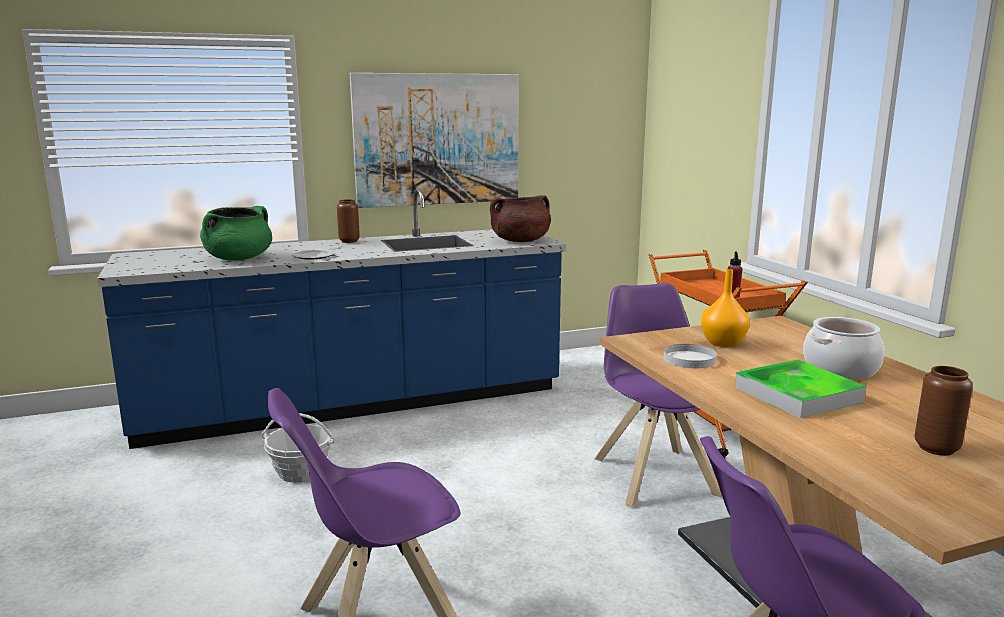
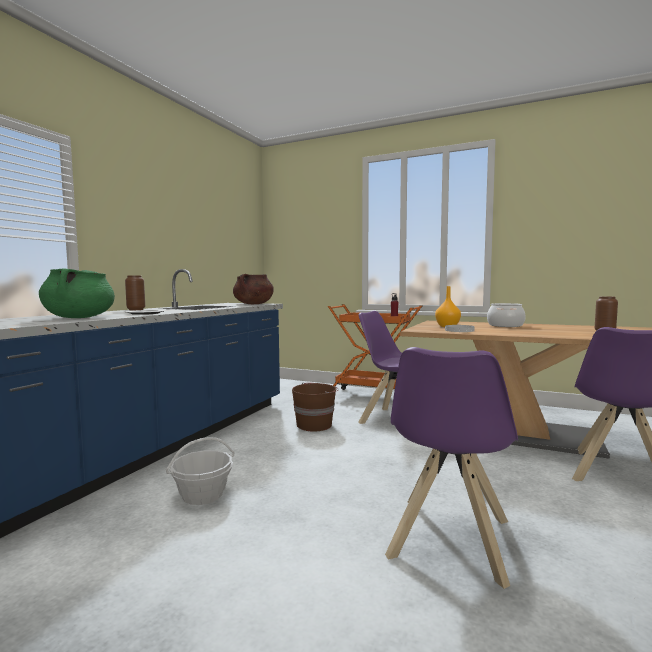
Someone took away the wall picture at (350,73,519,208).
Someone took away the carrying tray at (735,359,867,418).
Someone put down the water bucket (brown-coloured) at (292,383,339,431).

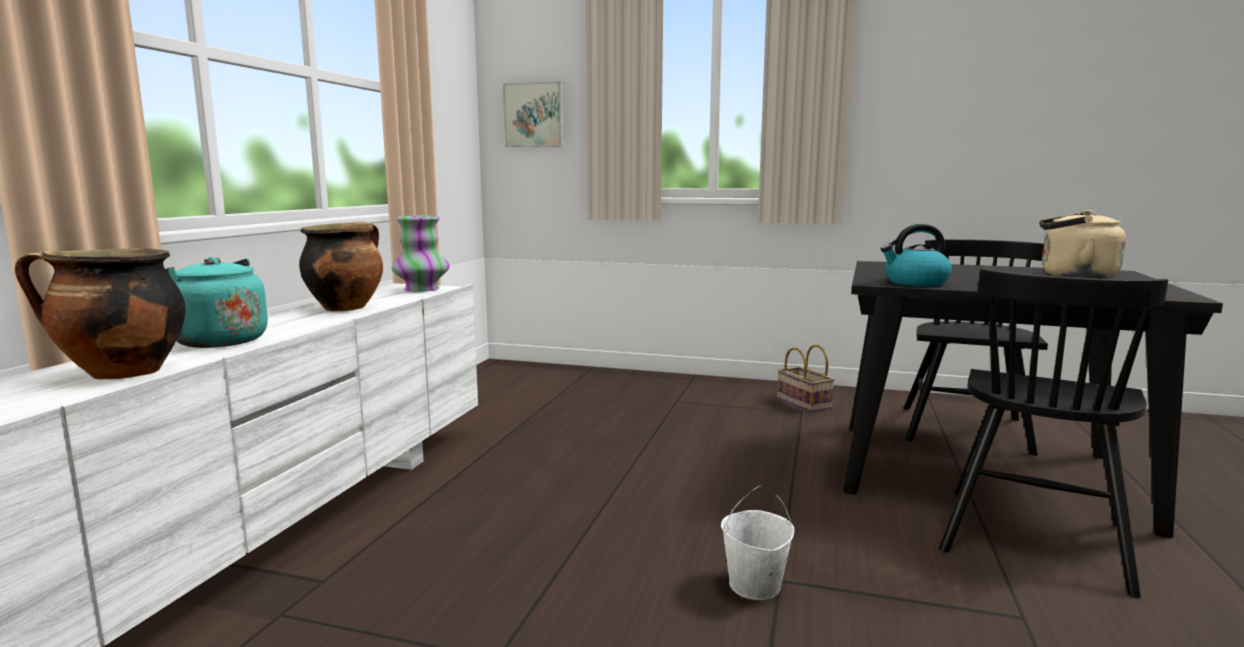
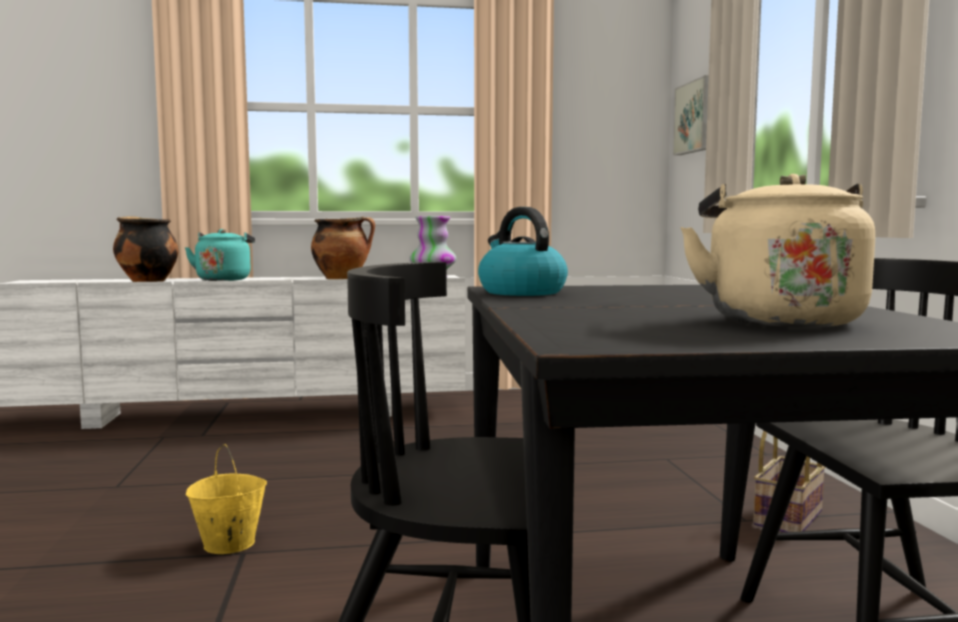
Someone repainted the water bucket (white) at (721,486,794,600), which became the water bucket (yellow) at (186,444,267,554).

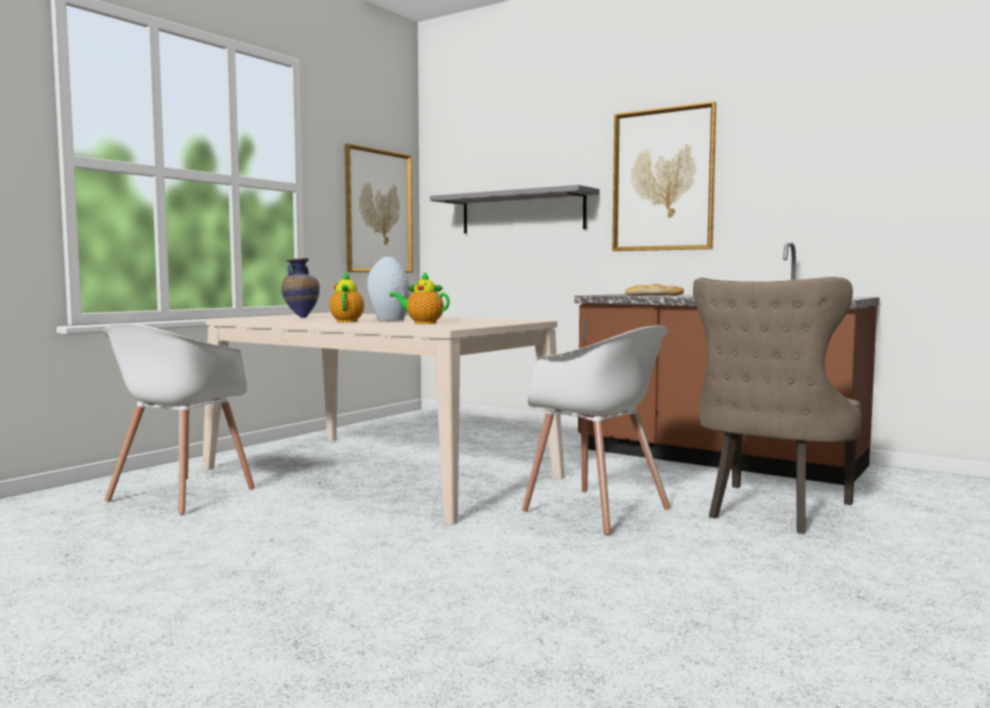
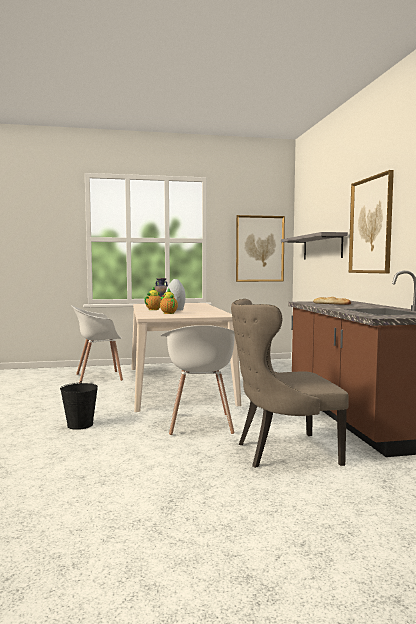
Someone put down the water bucket (black-coloured) at (60,381,98,430).

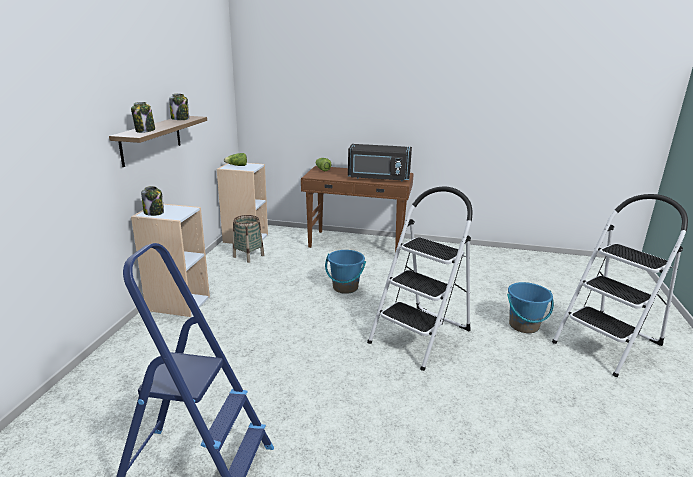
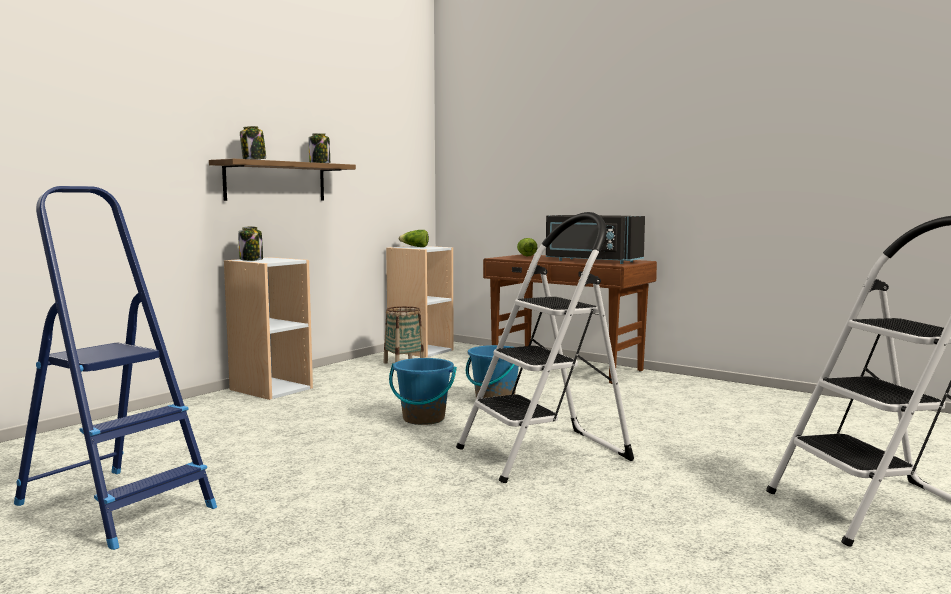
Someone carried the water bucket (bluish) from (507,282,554,333) to (389,358,457,425).

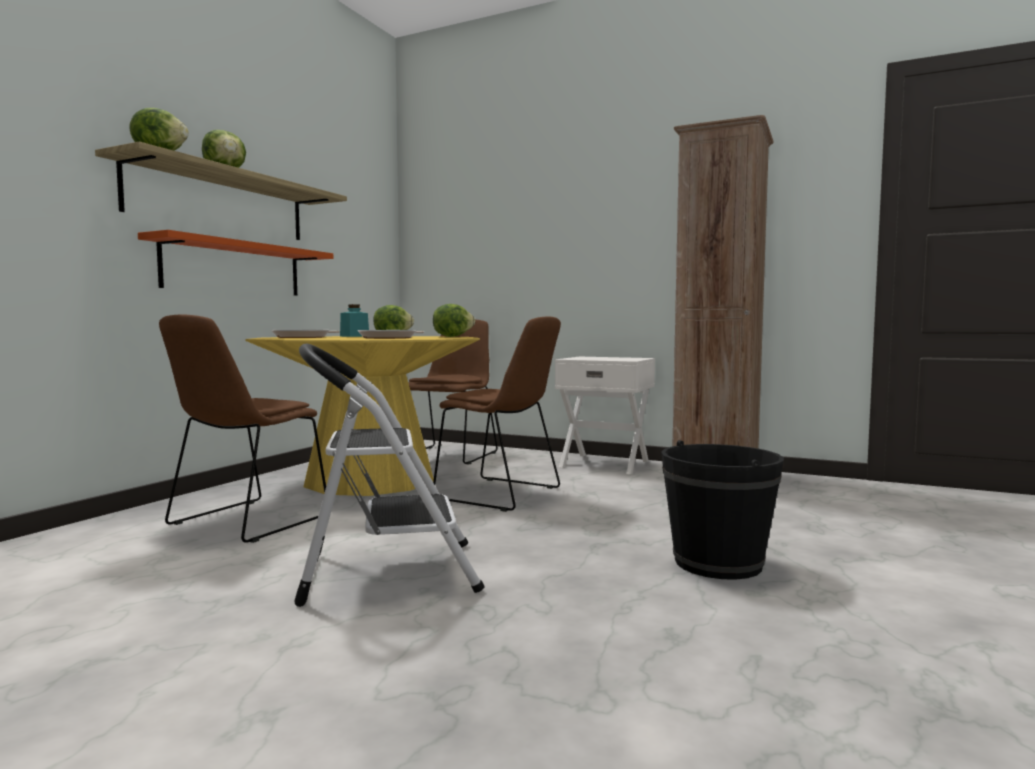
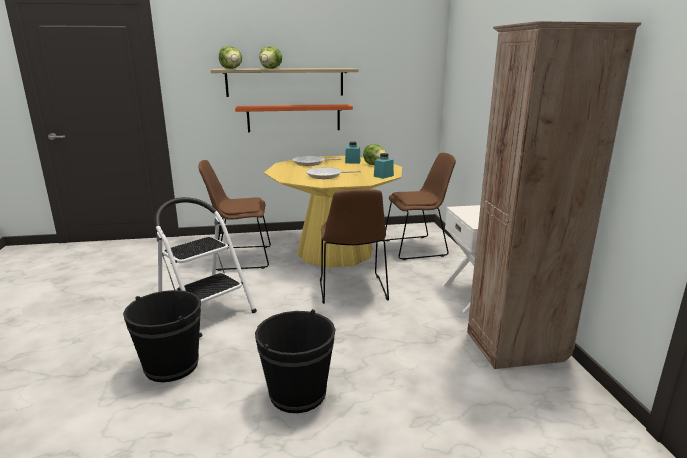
Someone swapped the lettuce at (433,304,475,337) for the storage jar (turquoise-coloured) at (374,153,394,179).
Someone put down the water bucket (black-coloured) at (123,290,201,382).

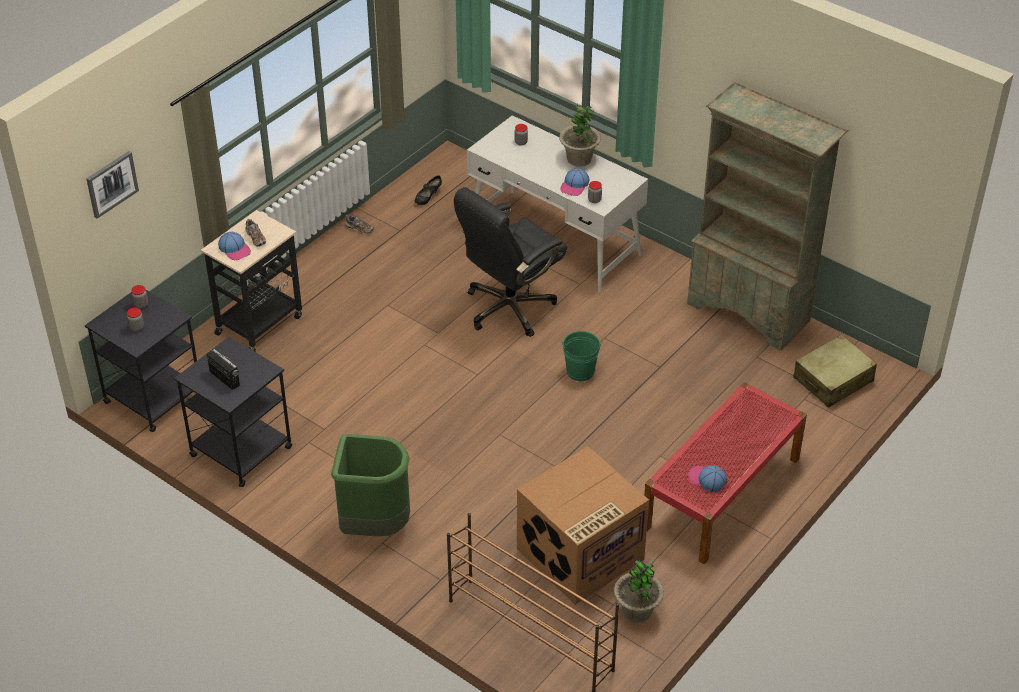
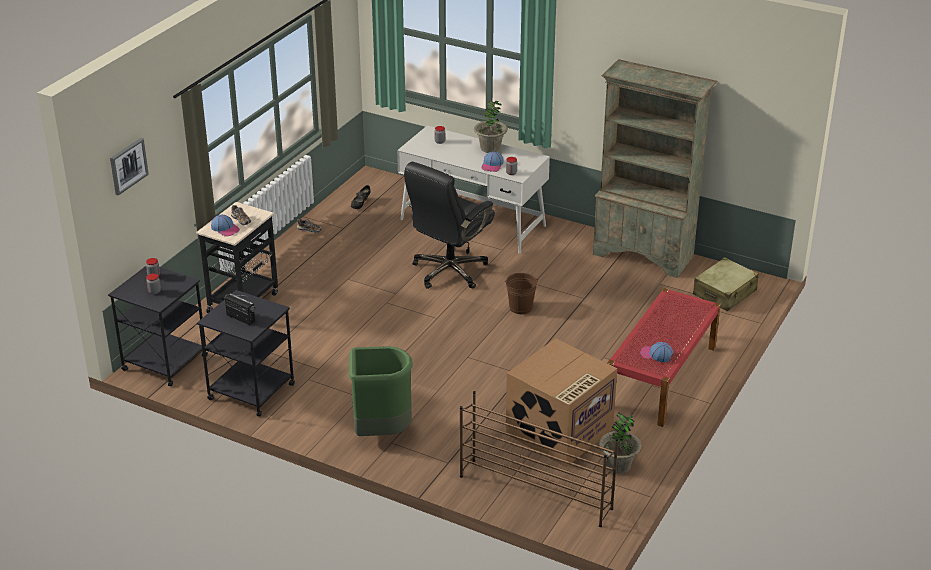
Someone repainted the water bucket (green) at (561,331,603,381), which became the water bucket (brown-coloured) at (504,273,539,314).

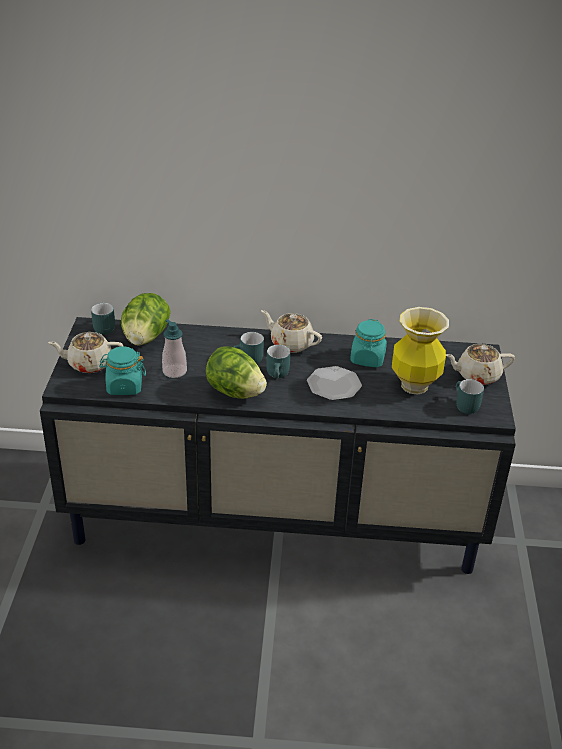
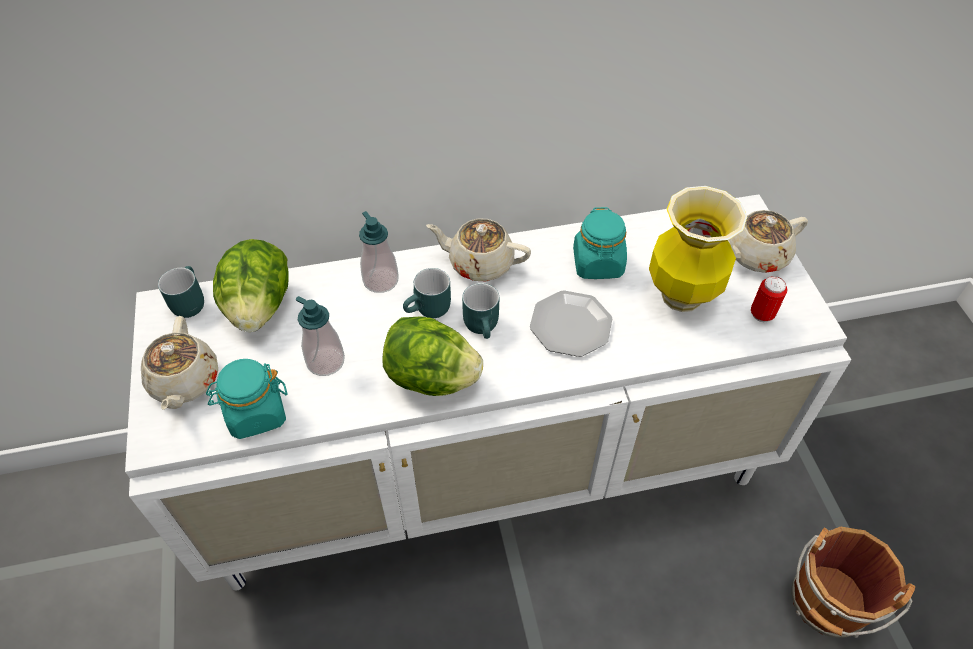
Someone repainted the cabinet (black-coloured) at (40,317,516,574), which became the cabinet (white) at (125,194,851,590).
Someone rotated the pot for tea (beige-coloured) at (48,332,123,373) by 75 degrees counterclockwise.
Someone swapped the mug (turquoise-coloured) at (456,379,484,414) for the sealed can at (751,276,787,322).
Someone put down the soap bottle at (359,211,399,293).
Someone put down the water bucket (brown-coloured) at (791,527,915,638).

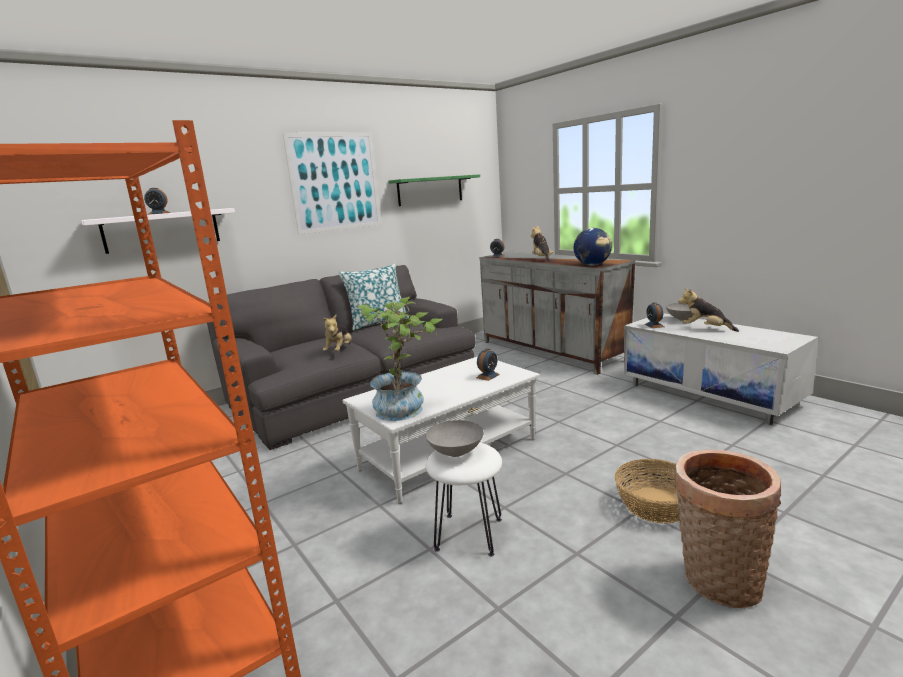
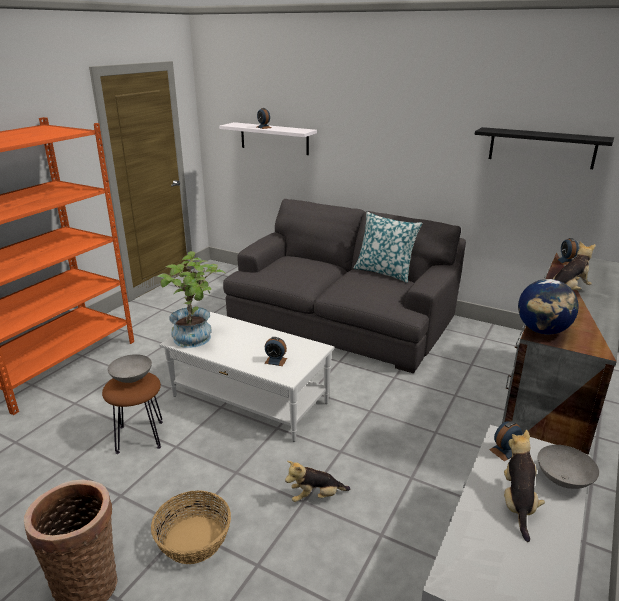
Someone took away the wall picture at (283,133,381,235).
Someone repainted the shelf (green) at (388,174,480,206), which became the shelf (black-coloured) at (475,127,614,169).
Someone carried the cuddly toy from (323,315,352,351) to (285,461,350,502).
Someone repainted the stool seat (white) at (426,443,502,557), which became the stool seat (brown-coloured) at (102,372,163,454).

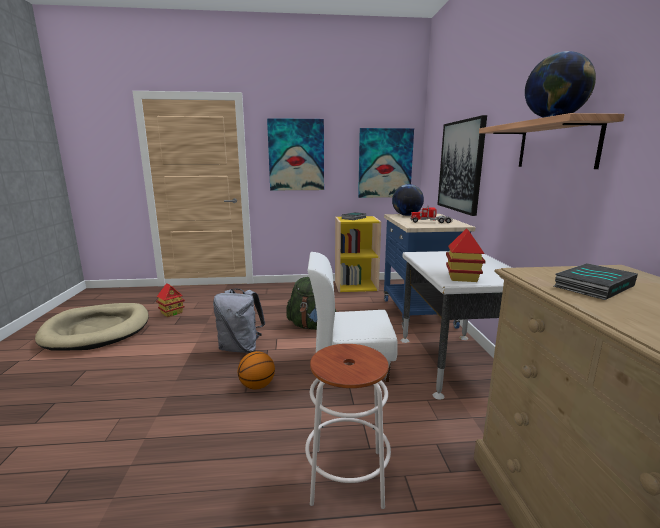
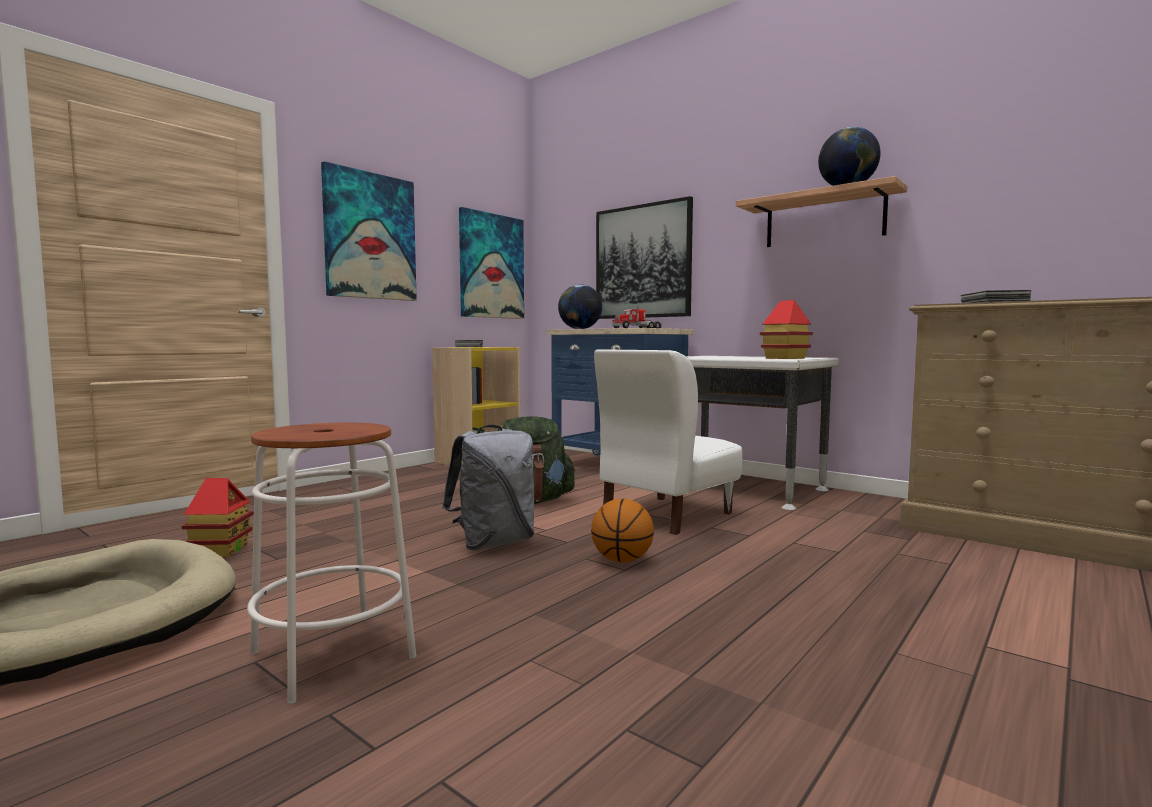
Someone carried the stool seat (white) from (305,344,391,509) to (247,422,416,704).

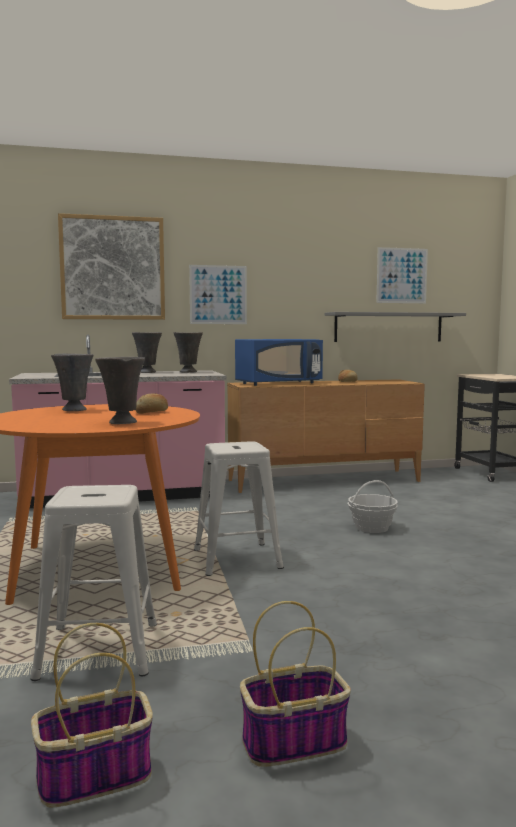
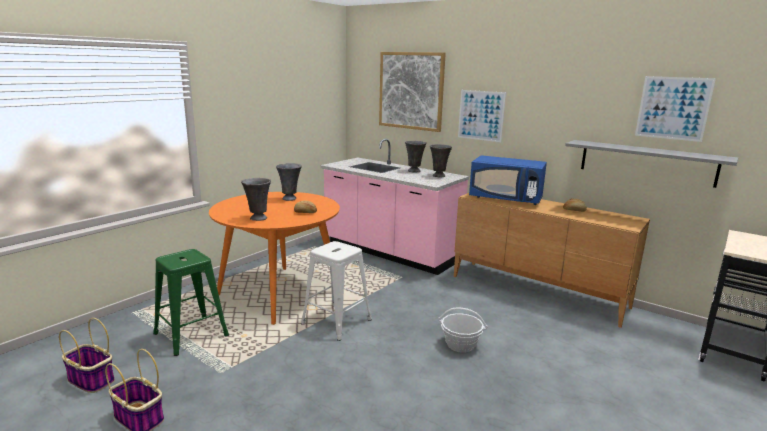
Someone repainted the stool seat (white) at (30,485,157,681), which became the stool seat (green) at (153,249,229,356).

